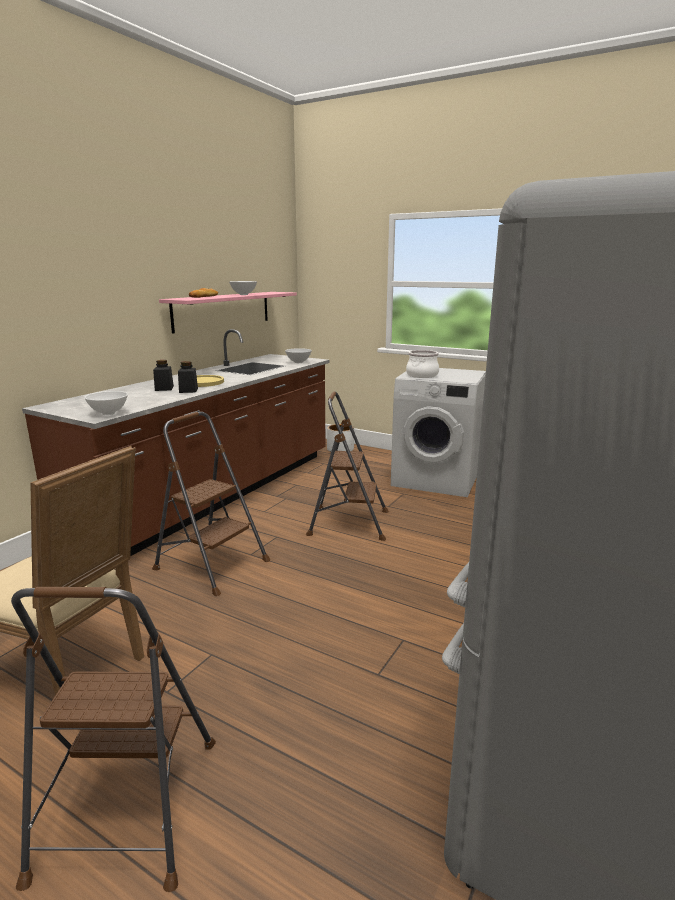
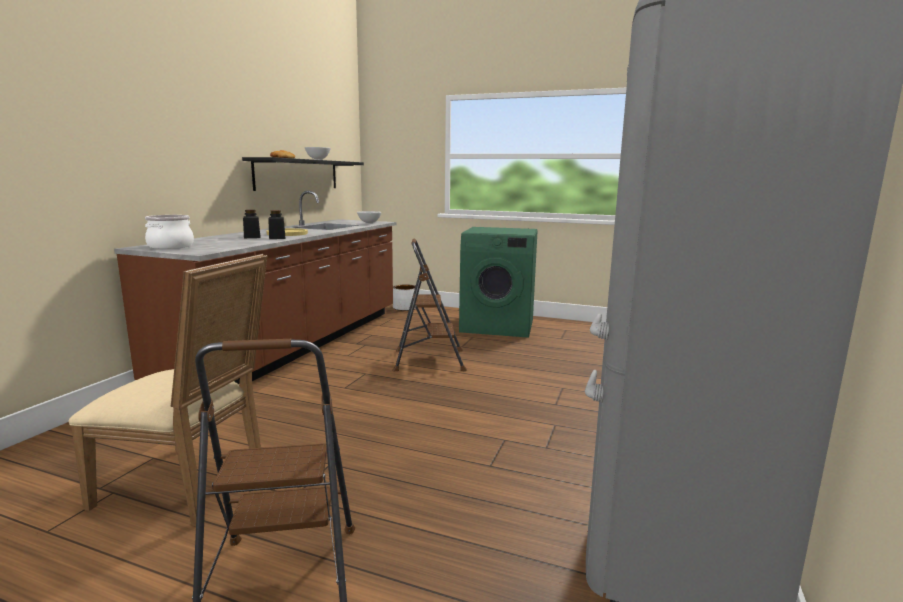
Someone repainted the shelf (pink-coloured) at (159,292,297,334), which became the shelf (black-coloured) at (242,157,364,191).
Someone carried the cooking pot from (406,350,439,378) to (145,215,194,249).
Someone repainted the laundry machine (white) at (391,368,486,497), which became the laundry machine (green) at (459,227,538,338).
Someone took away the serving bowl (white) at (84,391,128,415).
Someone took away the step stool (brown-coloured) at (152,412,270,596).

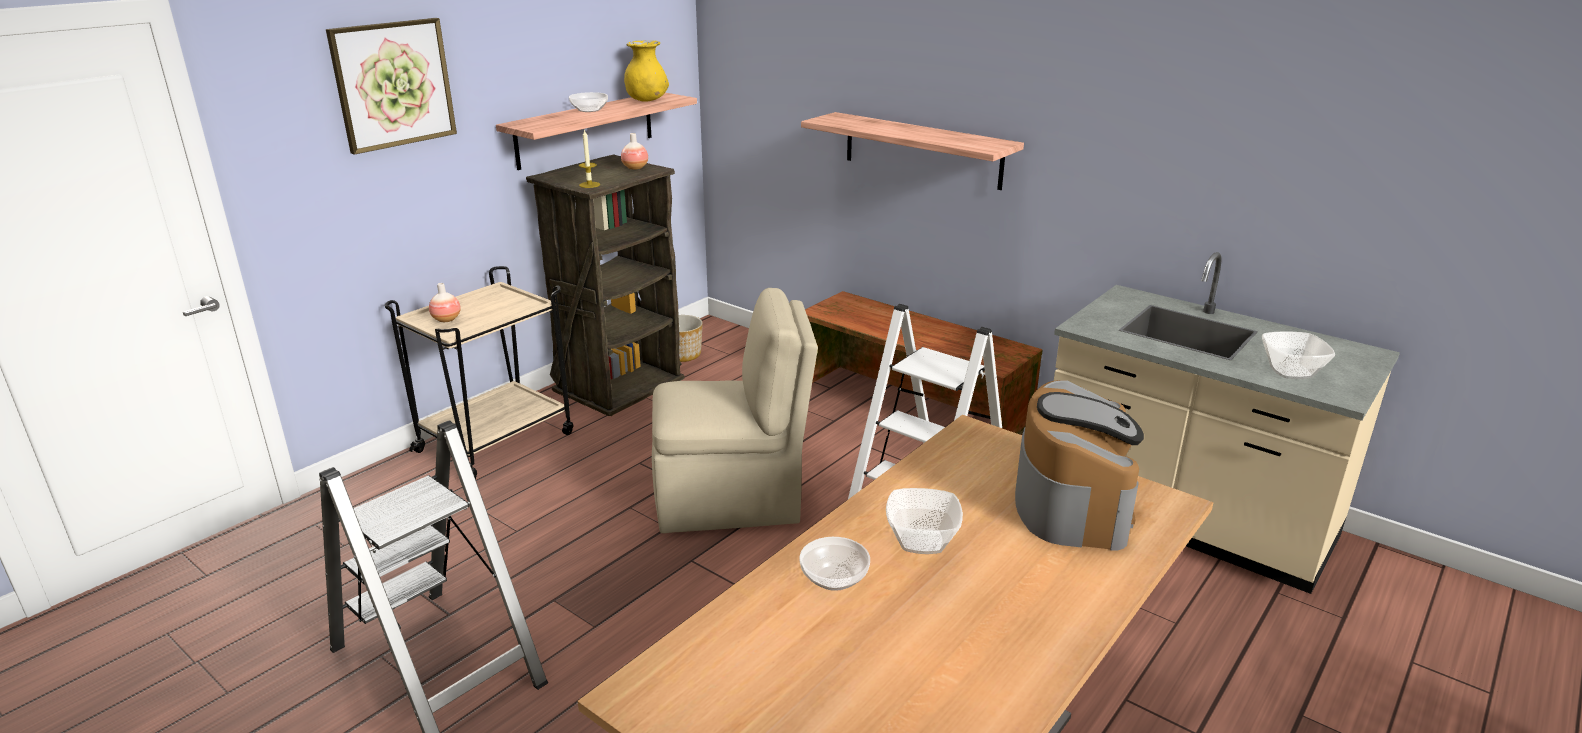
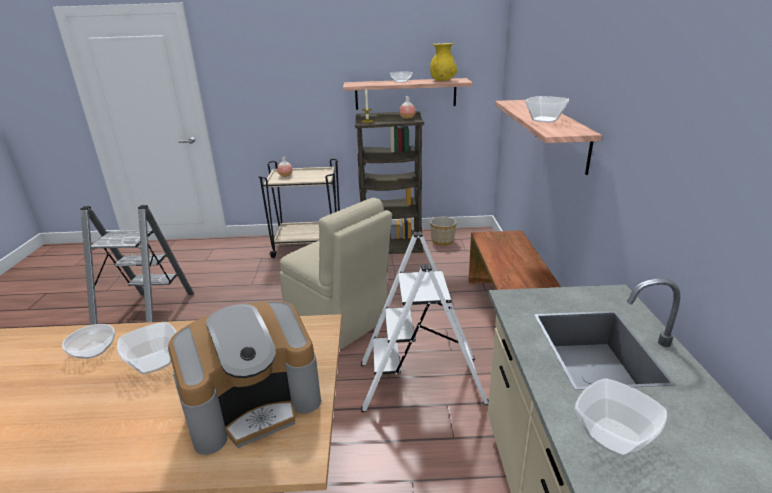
Someone took away the wall picture at (326,18,457,155).
Someone put down the serving bowl at (525,96,569,123).

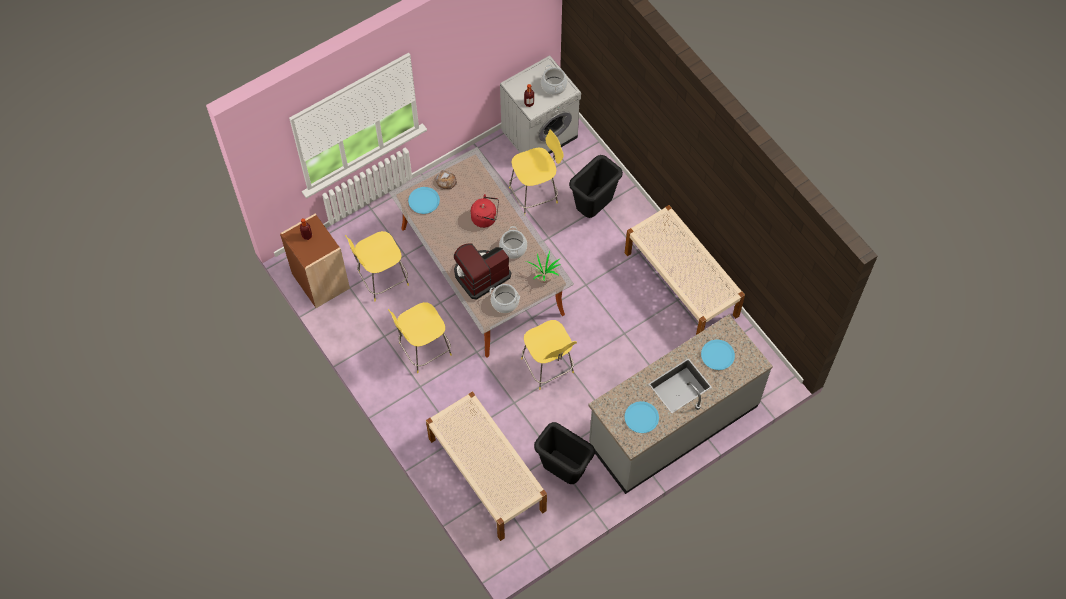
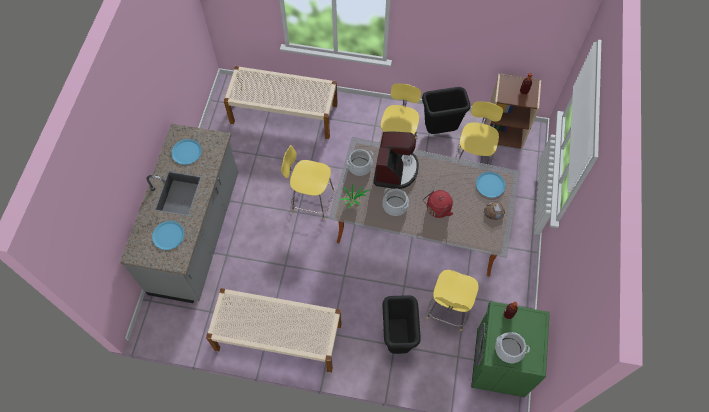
Someone repainted the laundry machine (white) at (500,55,581,154), which became the laundry machine (green) at (471,302,550,397).
Someone carried the waste bin (black-coloured) from (534,422,595,484) to (422,87,471,134).

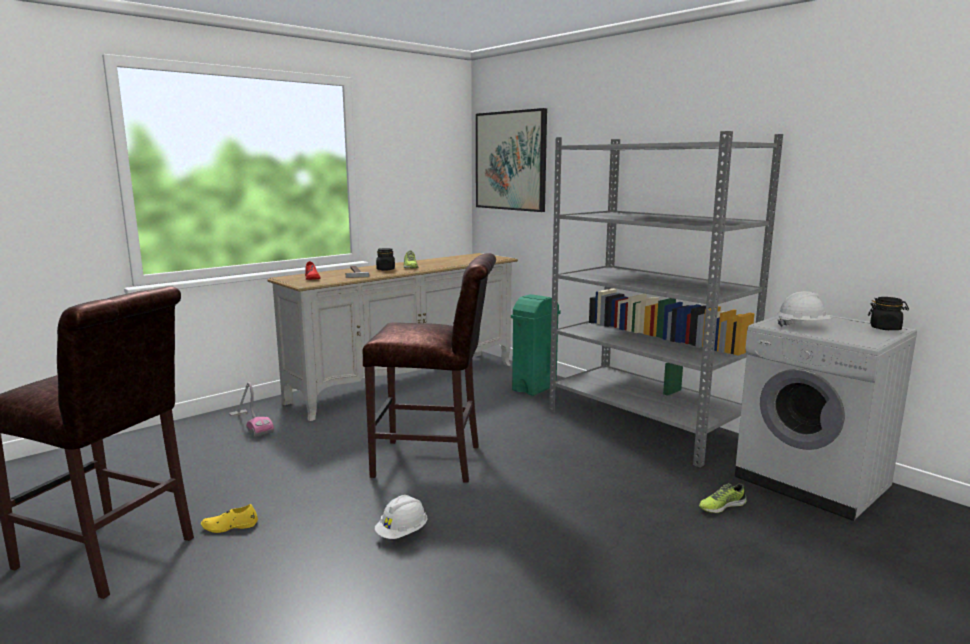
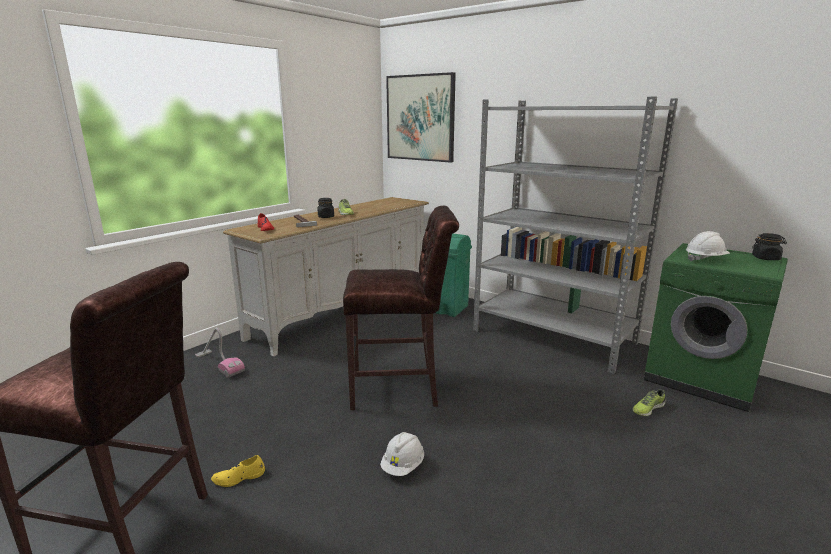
Someone repainted the laundry machine (white) at (735,315,917,521), which became the laundry machine (green) at (644,243,788,412).

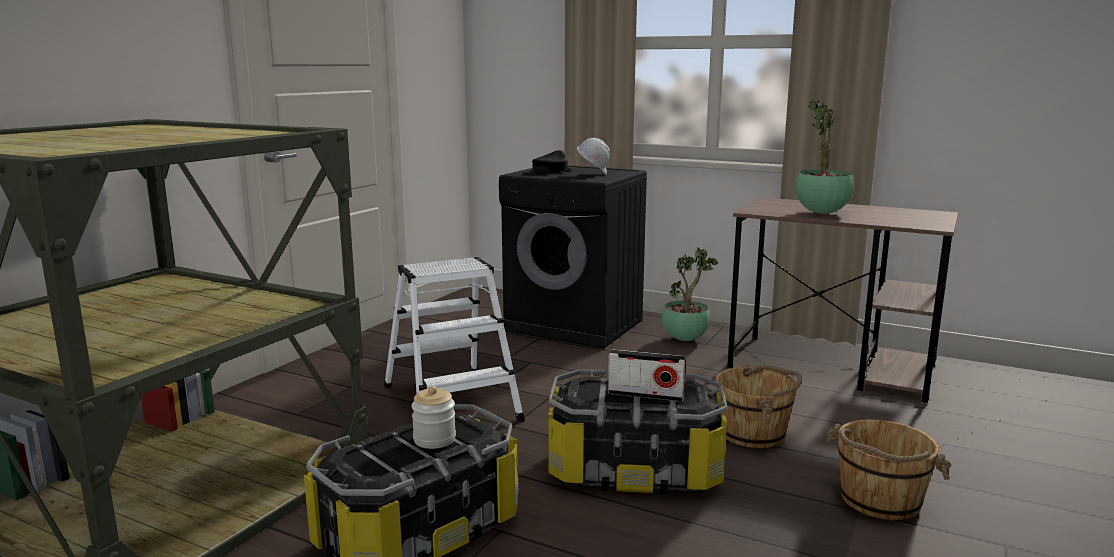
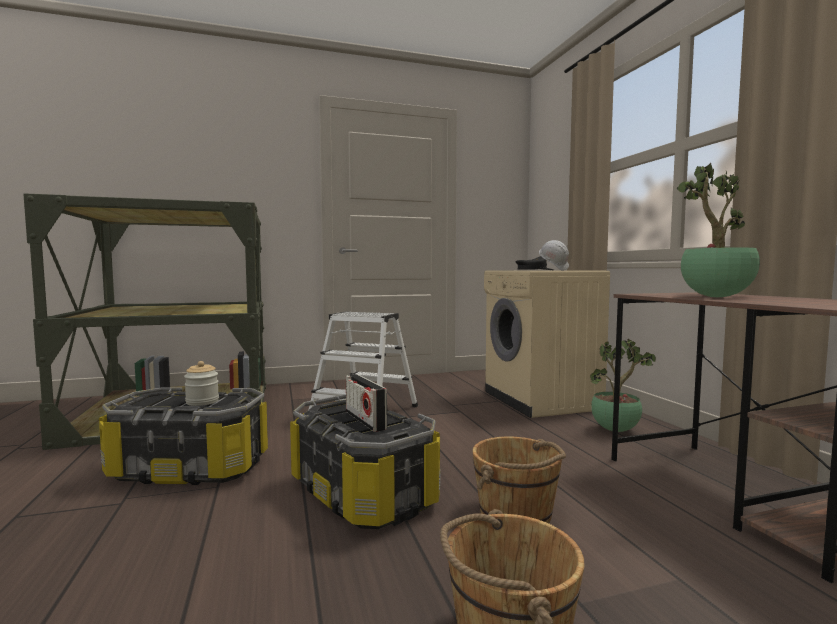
Someone repainted the laundry machine (black-coloured) at (499,165,647,349), which became the laundry machine (beige-coloured) at (484,270,610,418).

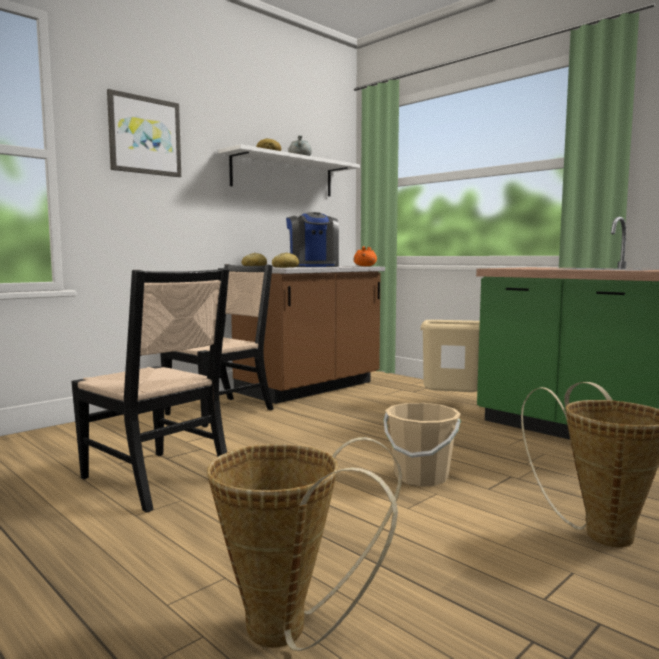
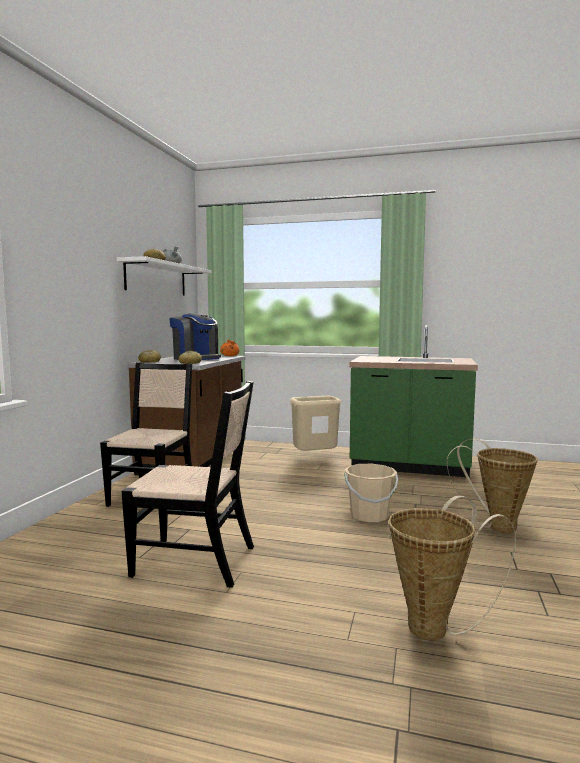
Someone took away the wall picture at (107,89,181,177).

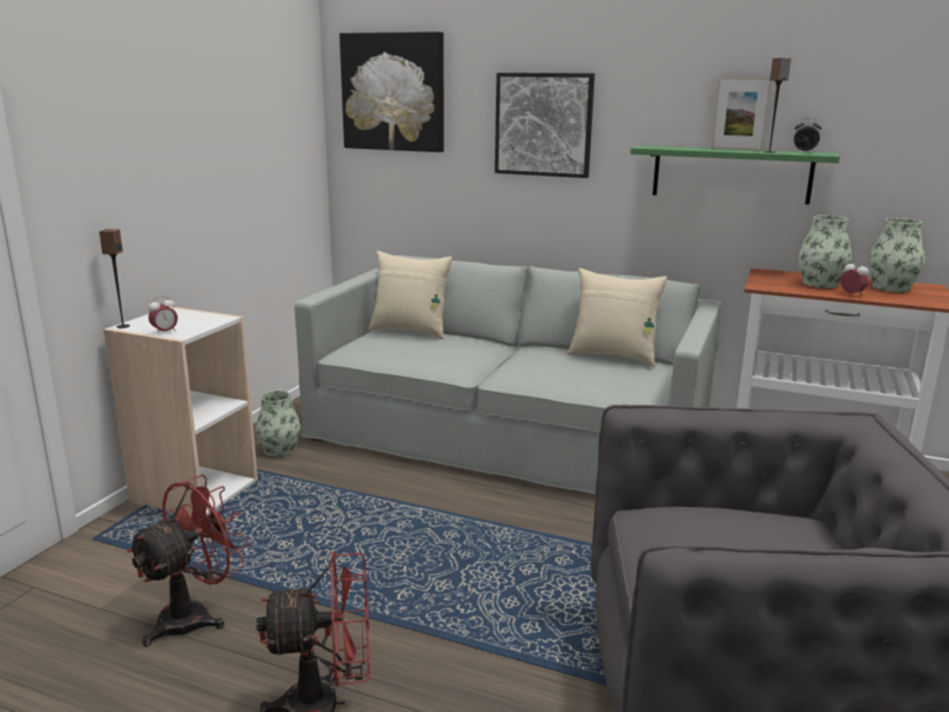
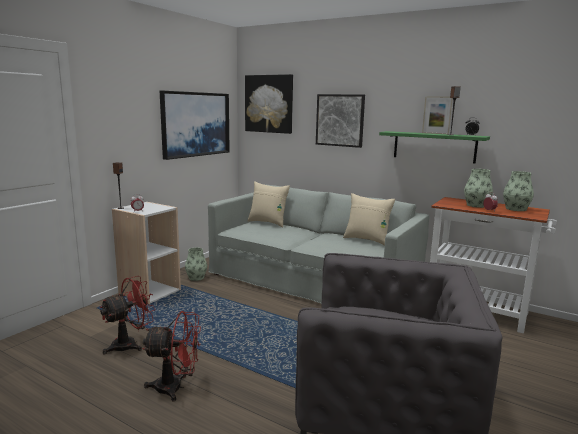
Someone put up the wall picture at (160,91,230,160).

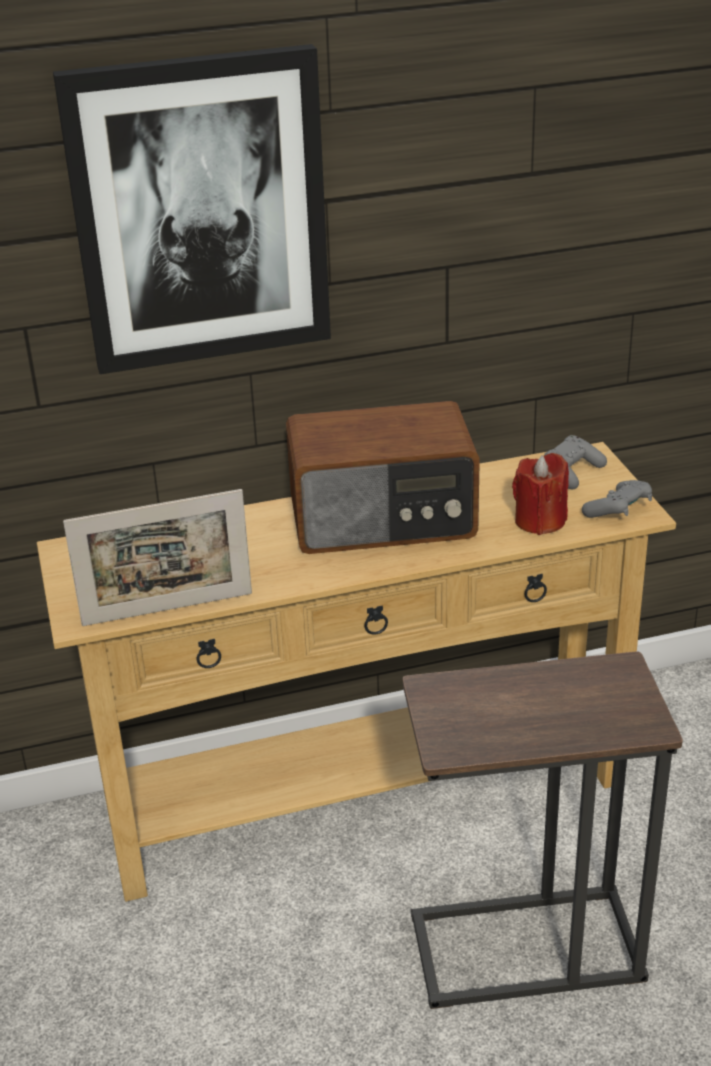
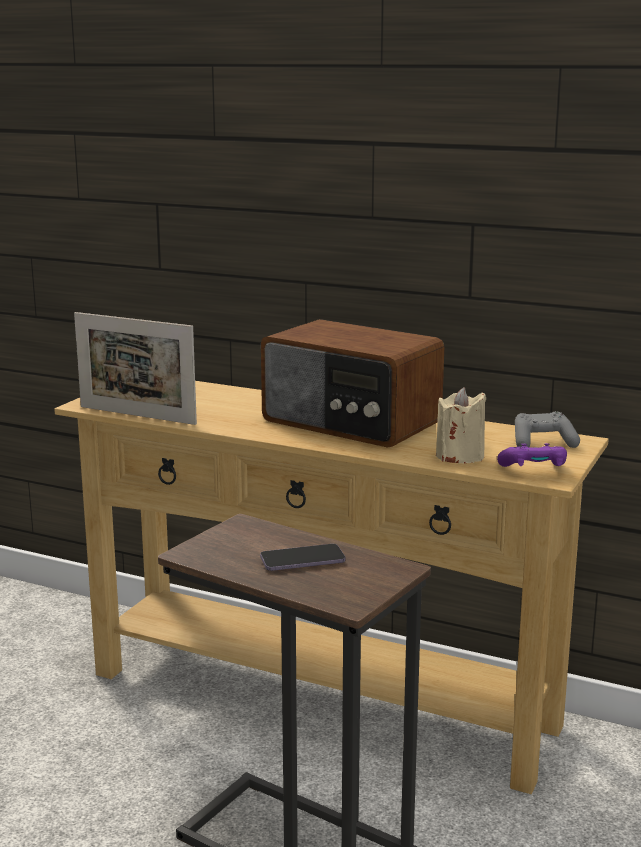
Someone took away the wall picture at (53,44,331,374).
Someone repainted the wax candle (red) at (512,453,569,535), which became the wax candle (beige-coloured) at (436,387,486,463).
Someone repainted the game controller (greyish) at (582,480,652,518), which became the game controller (purplish) at (497,443,567,467).
Someone put down the phone at (260,544,345,571).

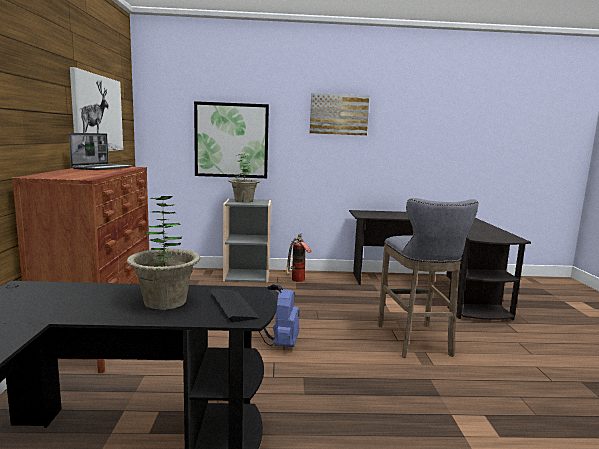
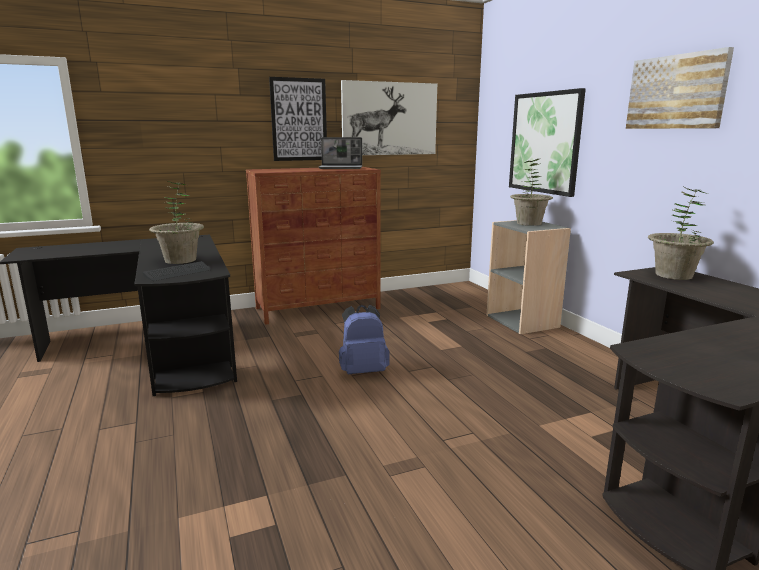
Someone took away the stool seat (greyish) at (378,198,478,358).
Someone took away the extinguisher at (286,233,312,282).
Someone put up the wall picture at (269,77,327,161).
Someone put down the houseplant at (648,187,714,280).

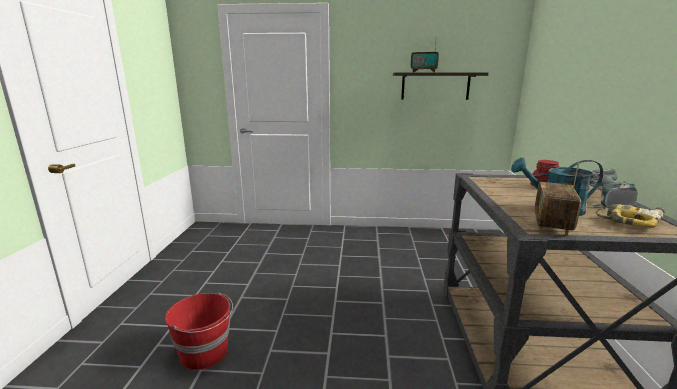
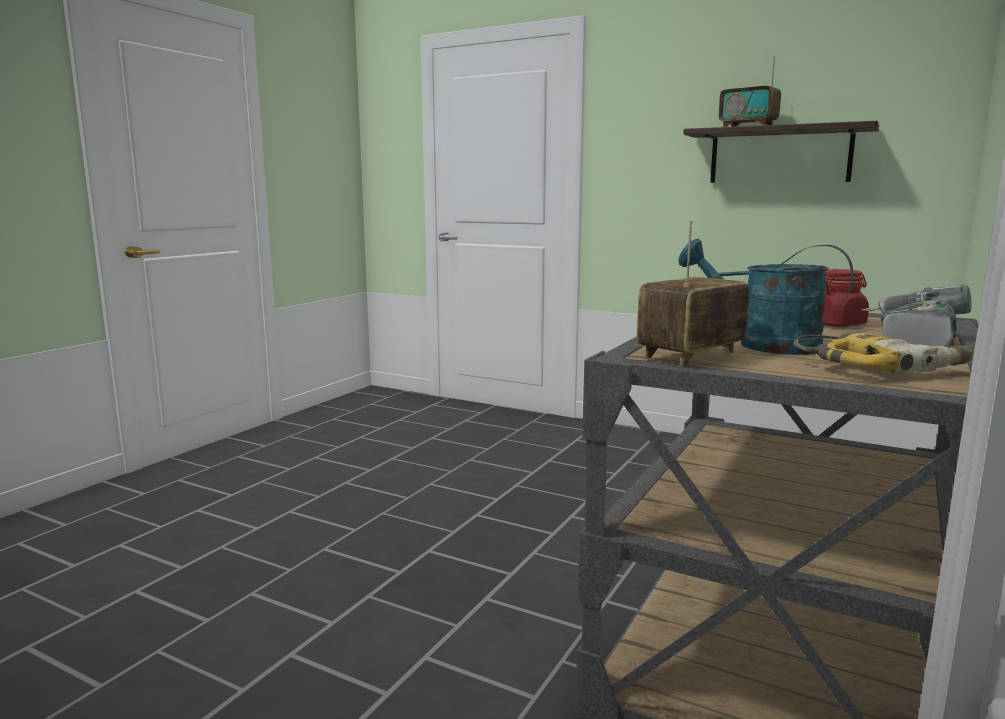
Someone took away the water bucket (red) at (165,292,233,370).

